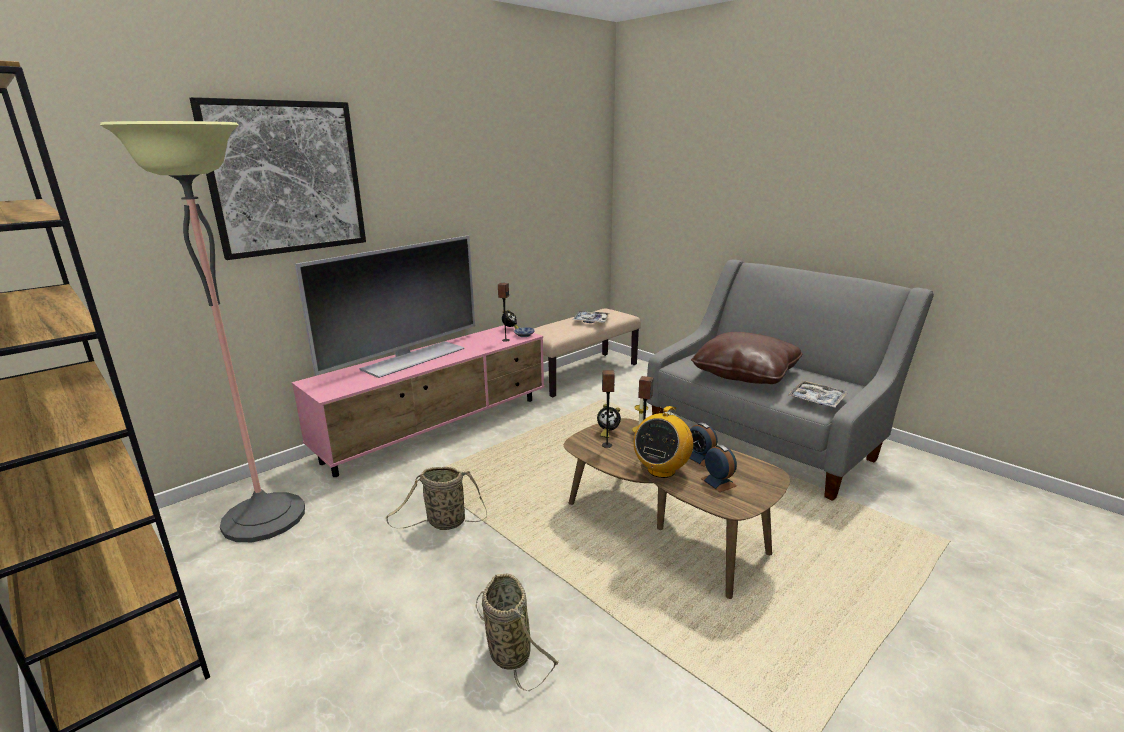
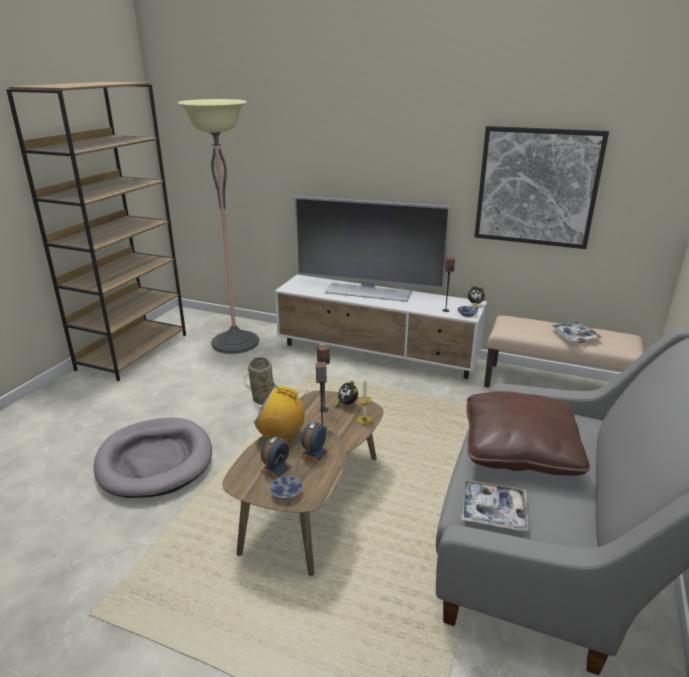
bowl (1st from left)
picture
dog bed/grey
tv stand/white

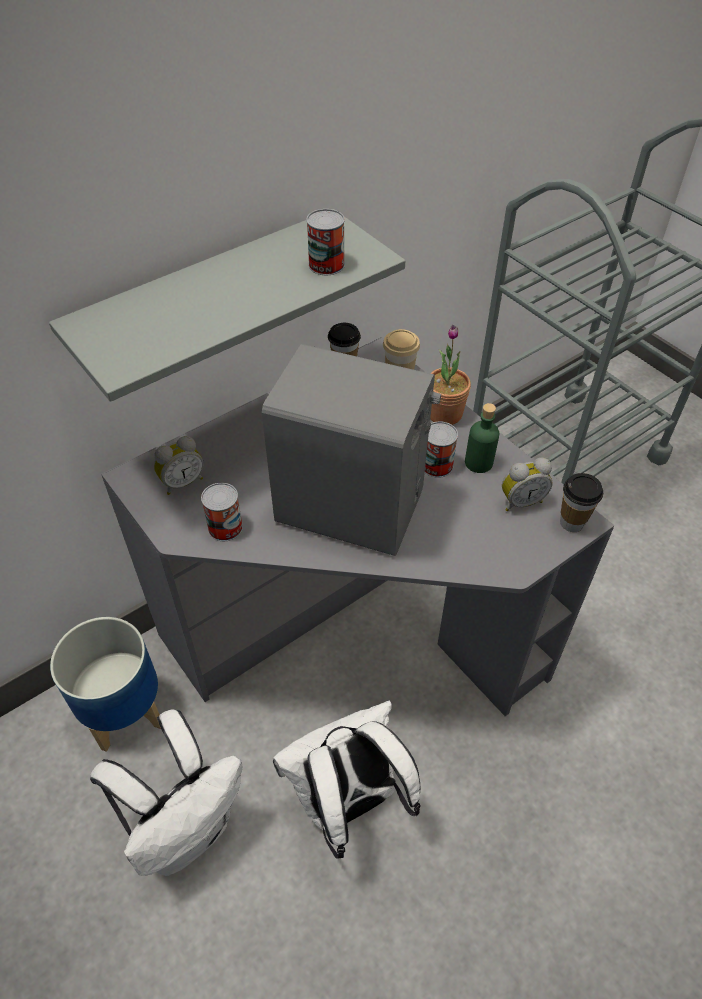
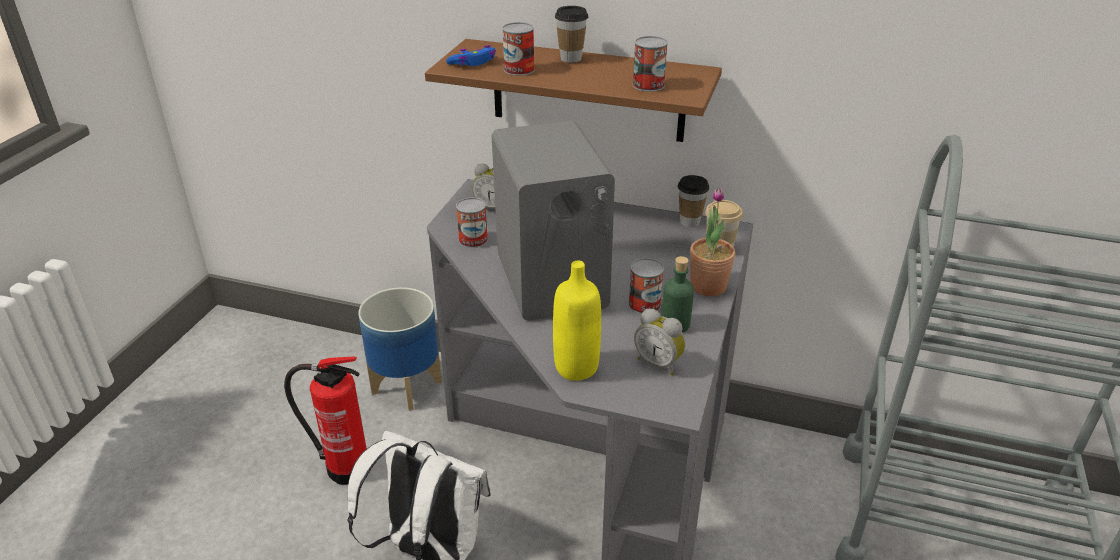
game controller/blue
can (2nd from left)
bottle/yellow
cup (1st from left)
fire extinguisher
shelf/brown

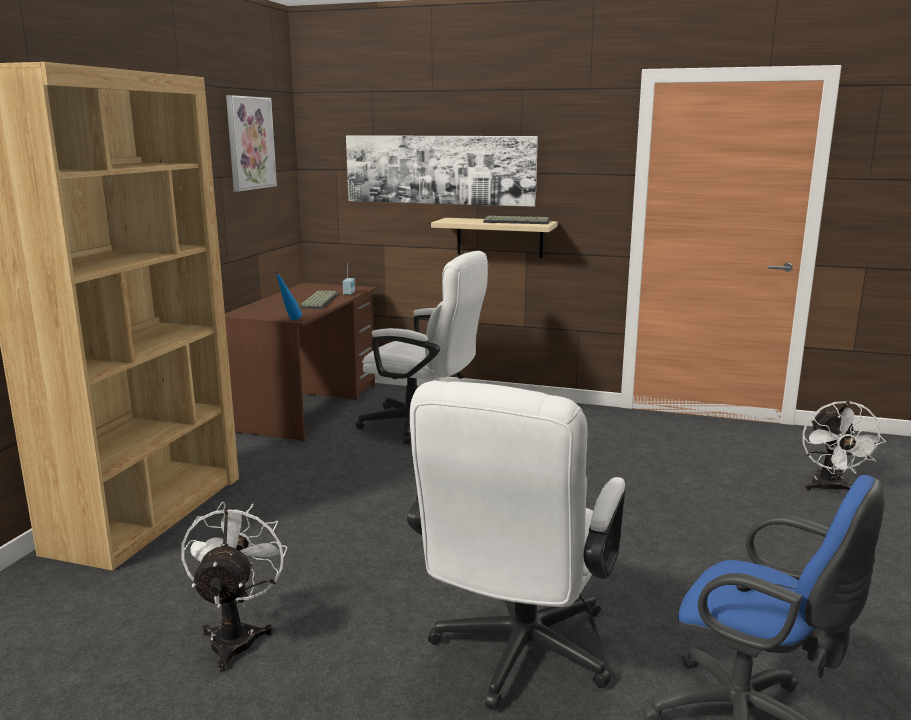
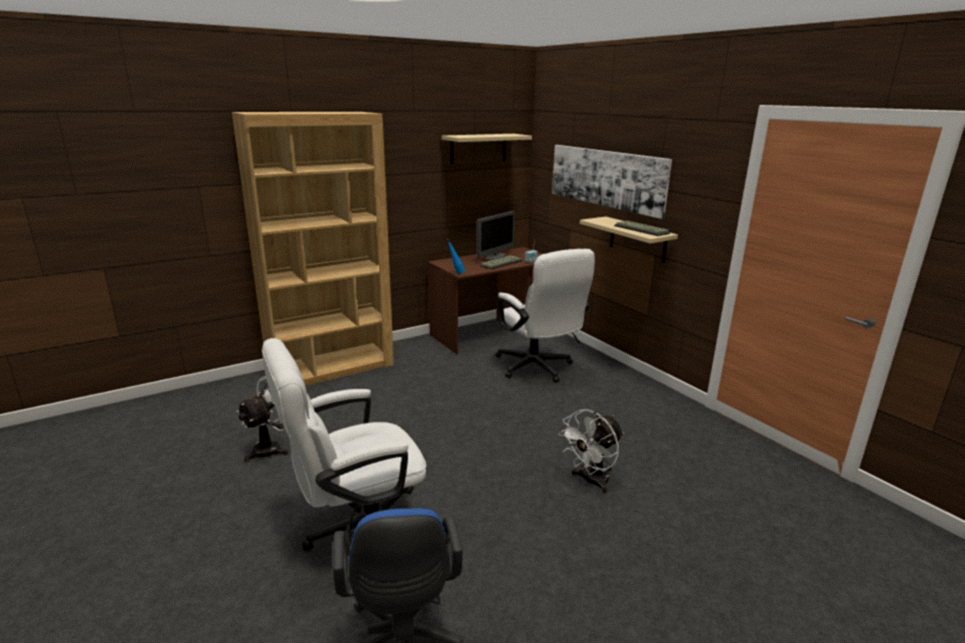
monitor
fan/white (2nd from left)
shelf/beige (1st from left)

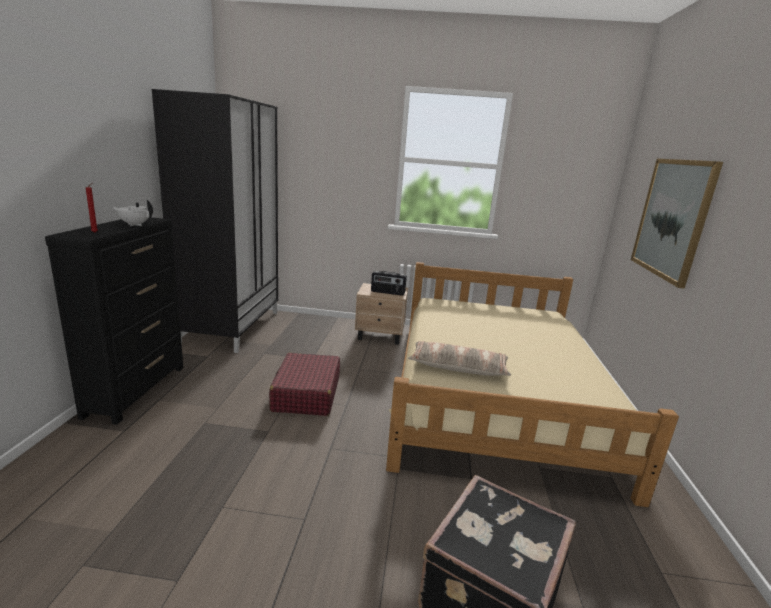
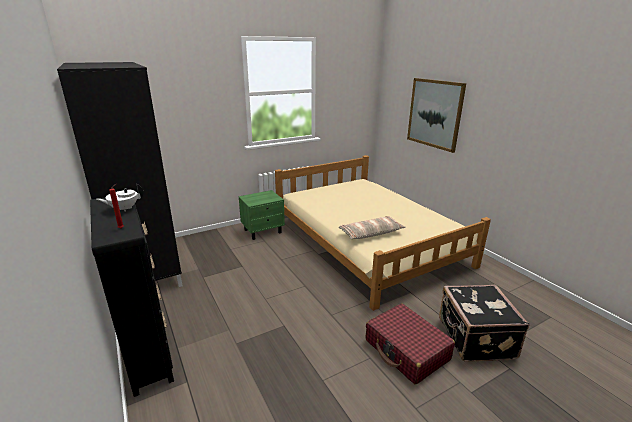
radio
suitcase/red
nightstand/green

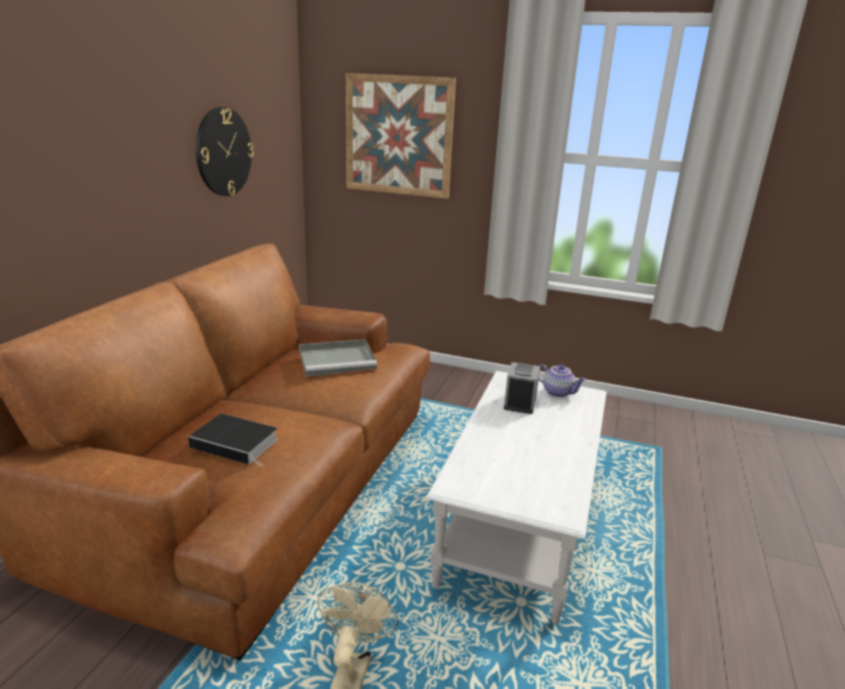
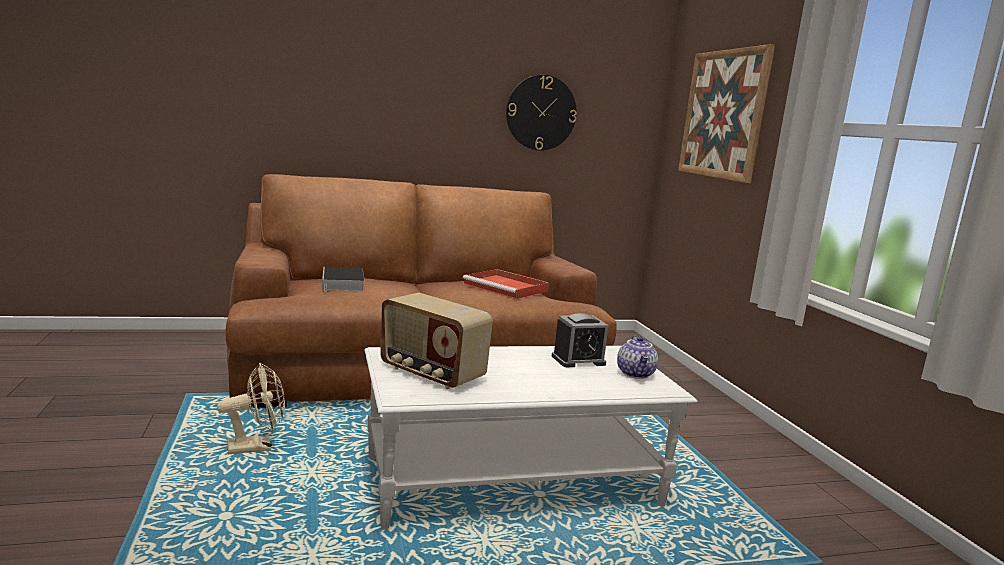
radio
tray/red

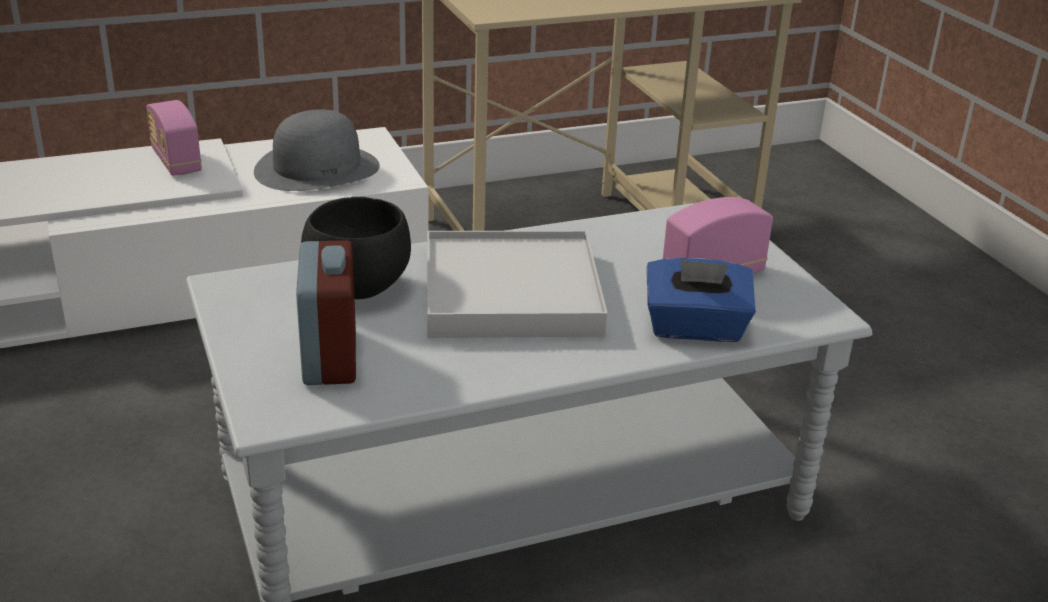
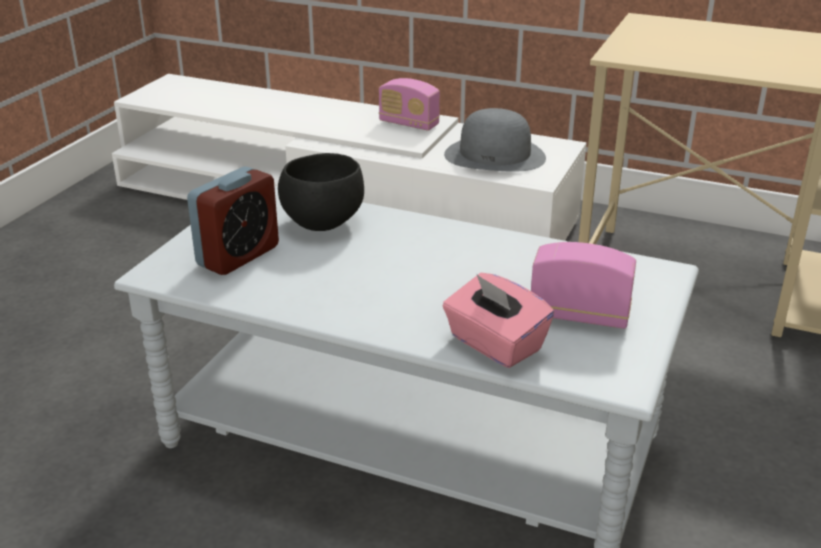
tray/white
tissue box/pink
radio (1st from left)

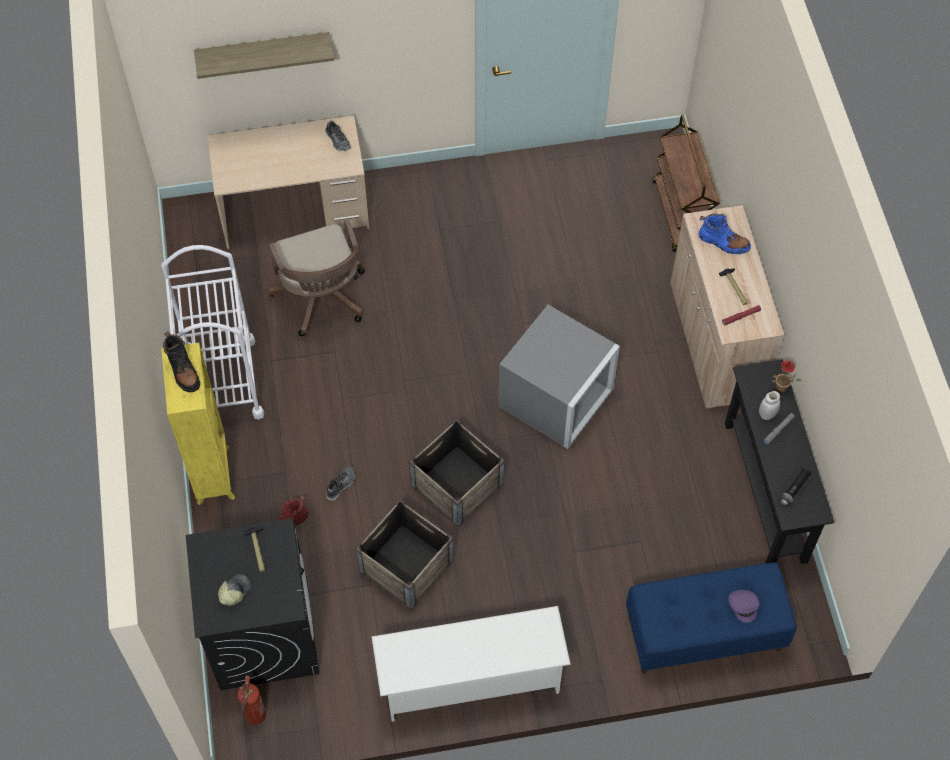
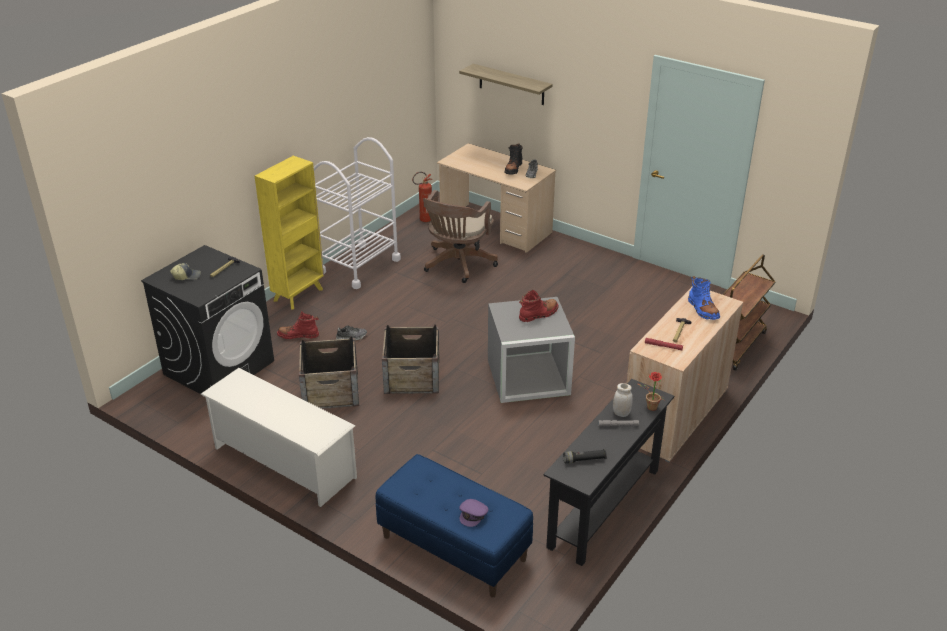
boot/red (2nd from left)
boot/black
fire extinguisher

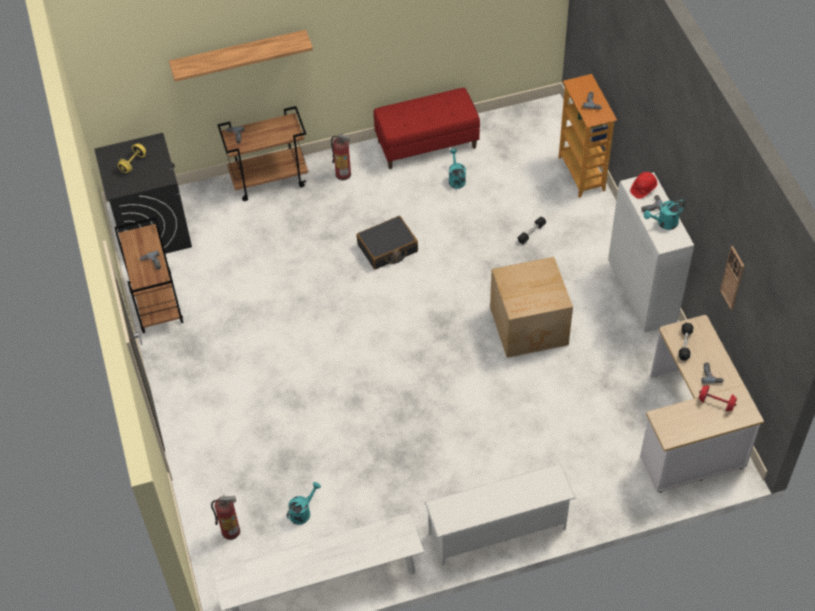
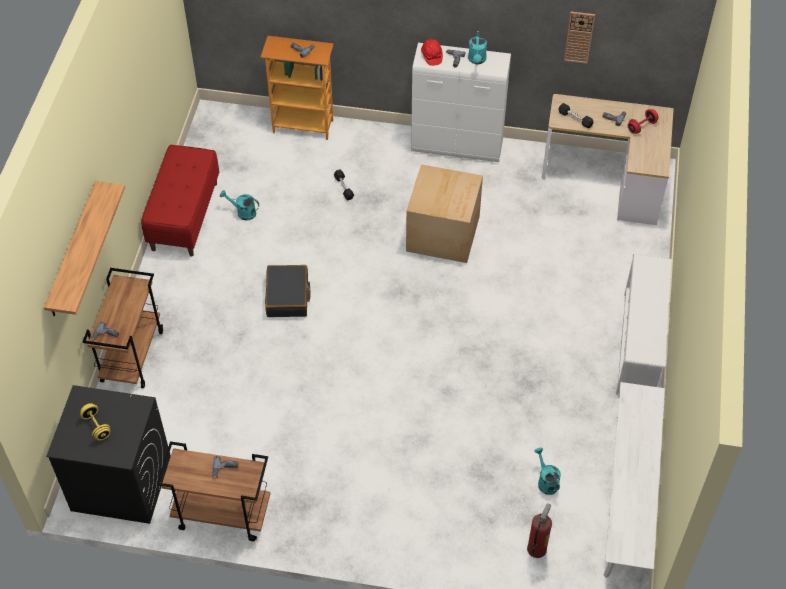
fire extinguisher (2nd from left in the first image)

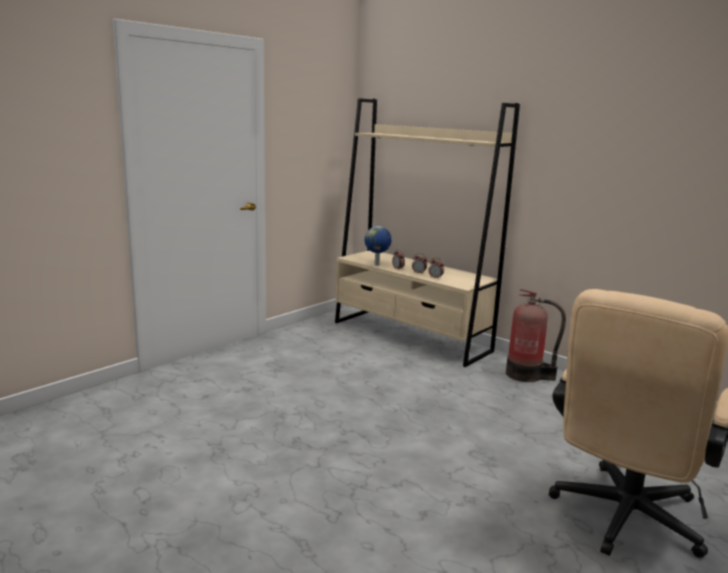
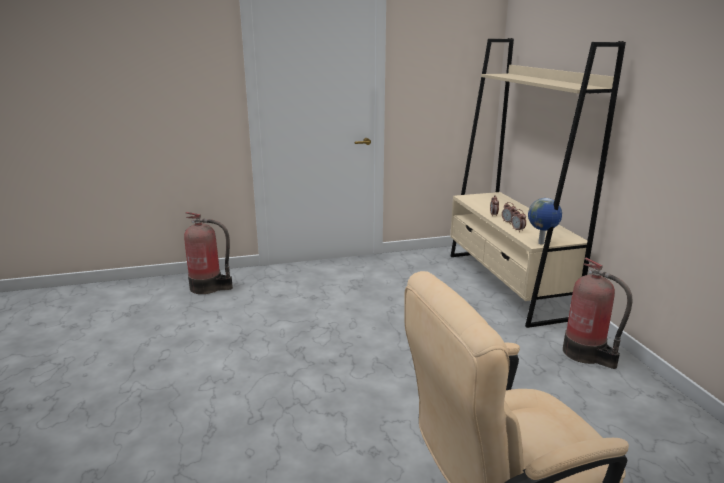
fire extinguisher (1st from left)
globe

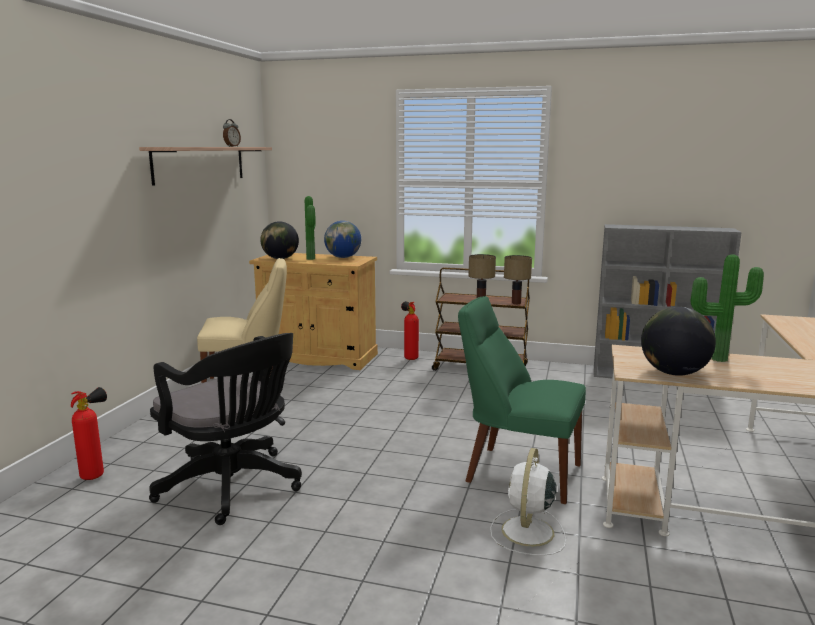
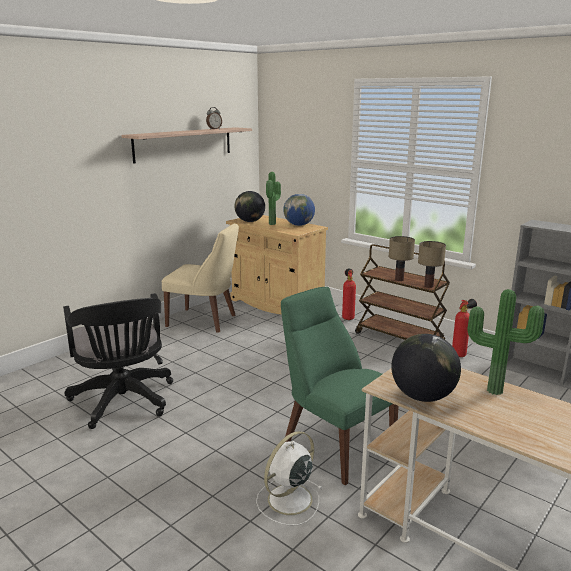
fire extinguisher (2nd from left)

